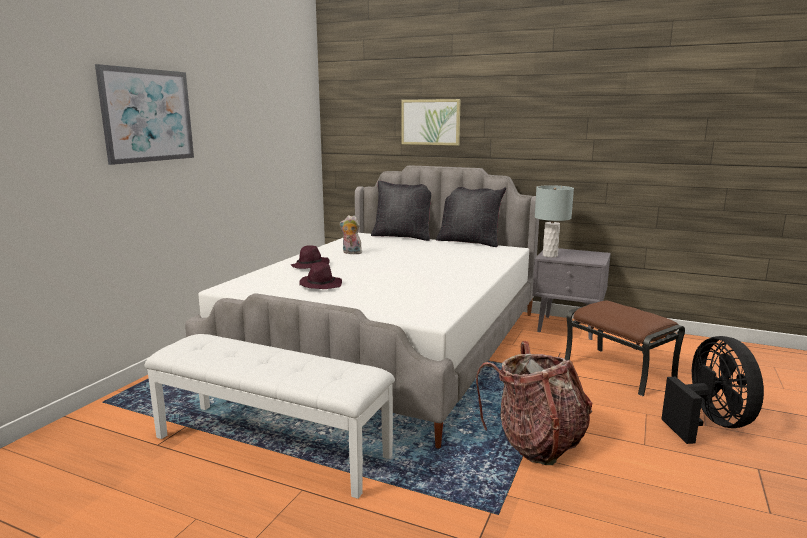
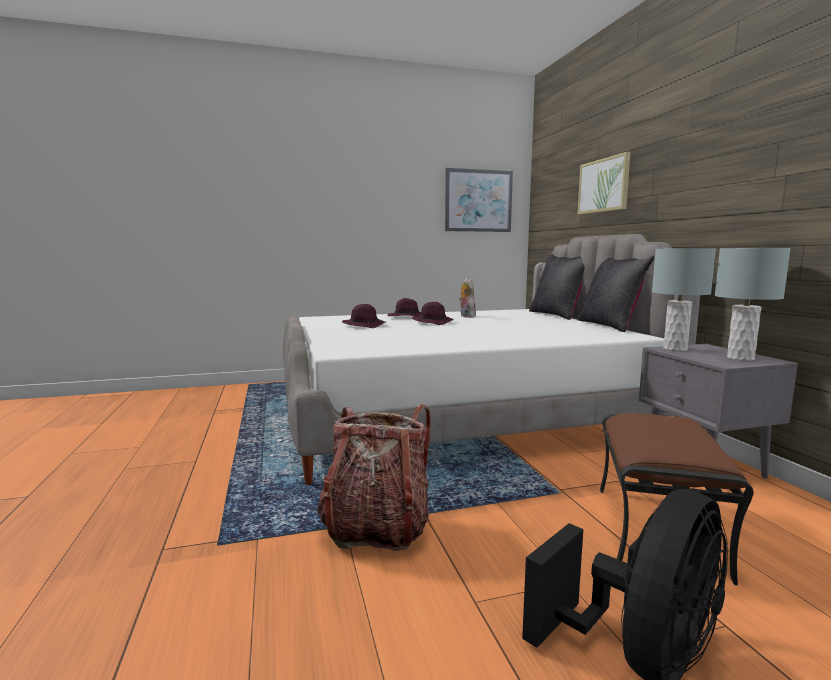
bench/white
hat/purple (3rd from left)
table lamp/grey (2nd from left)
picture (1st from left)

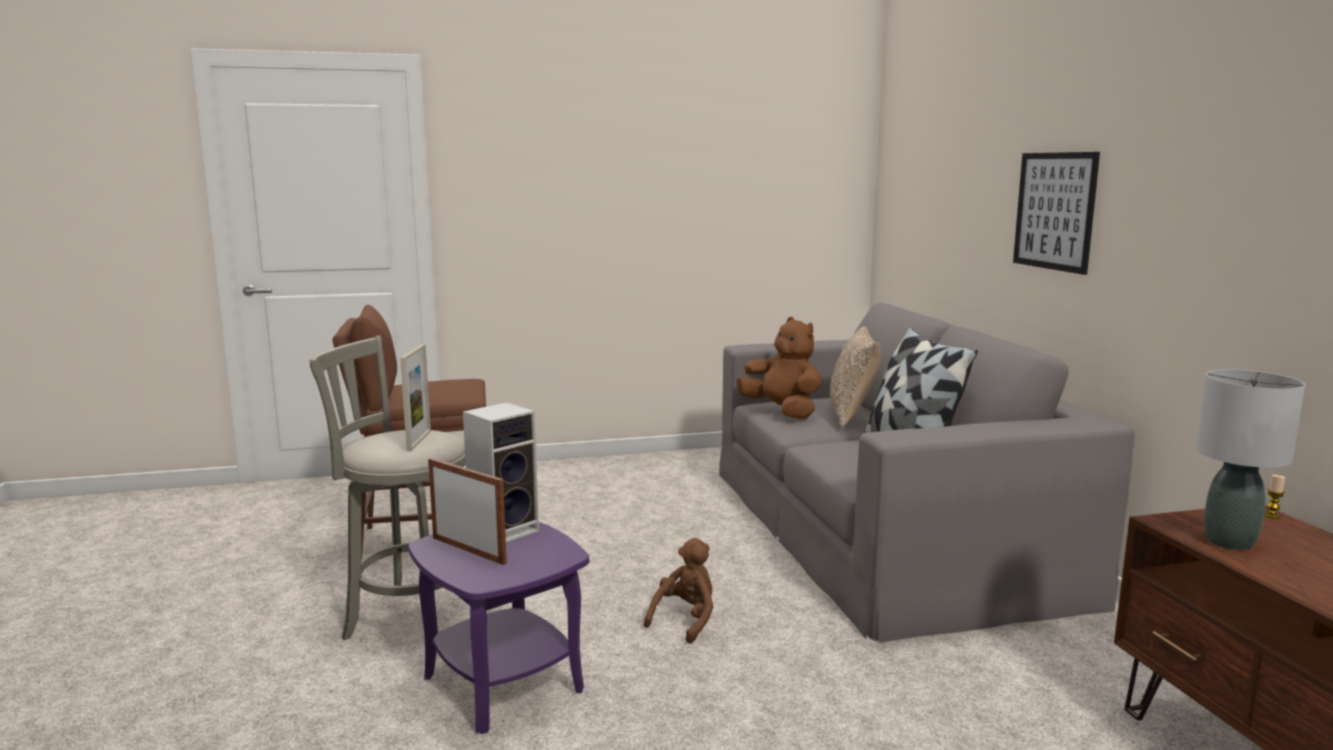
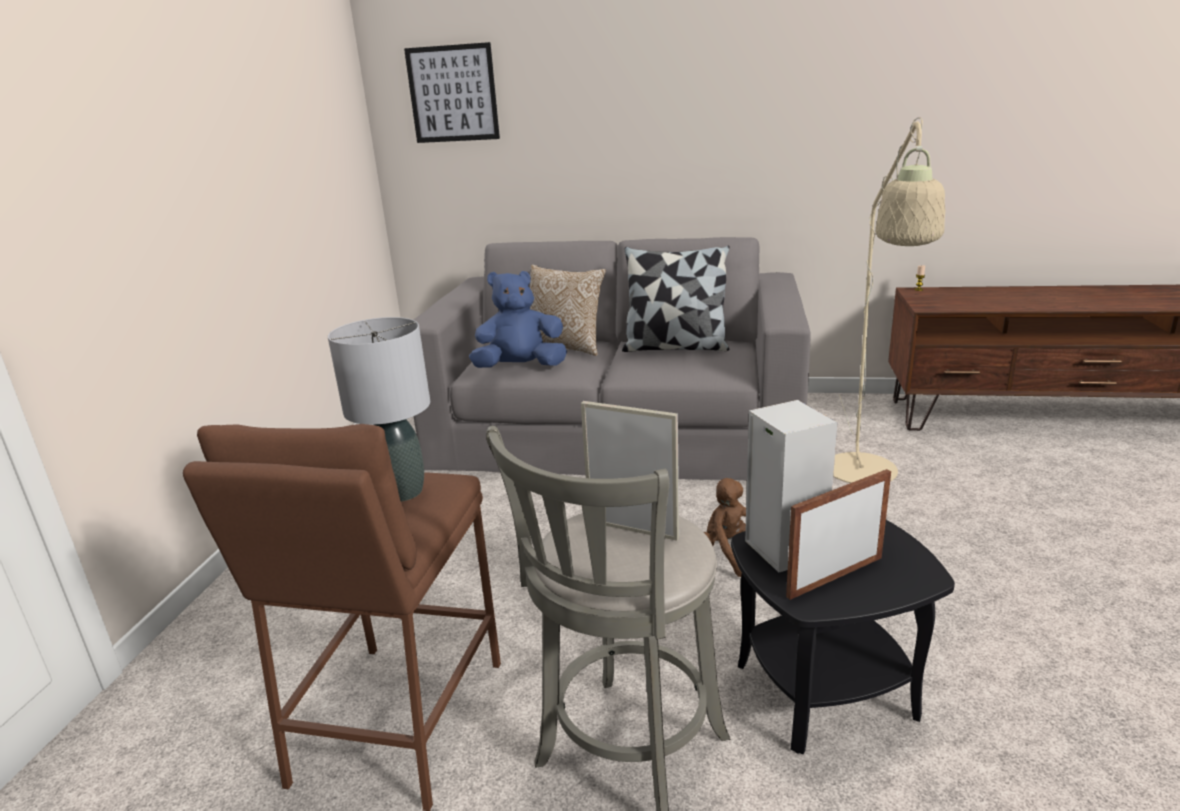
floor lamp/beige
picture
table lamp/grey
side table/black
plush toy/blue

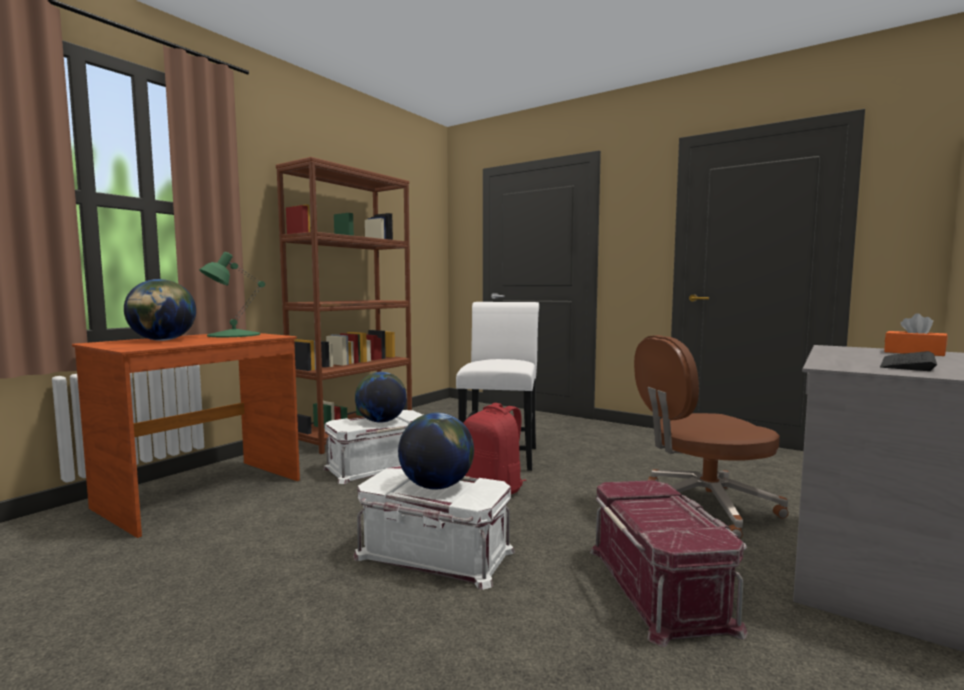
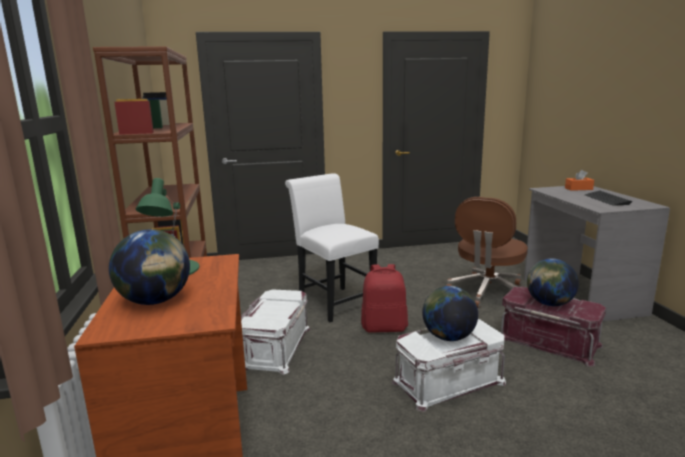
globe (3rd from left)

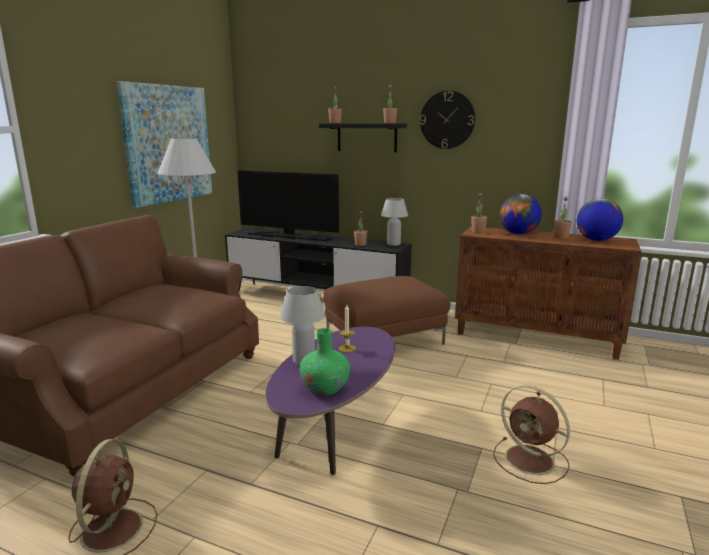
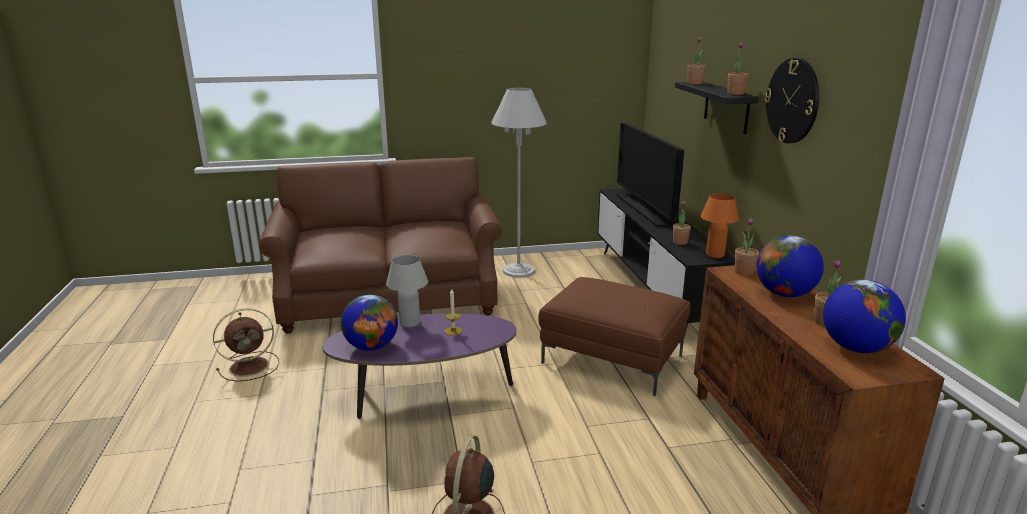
picture
globe (1st from left)
table lamp/orange

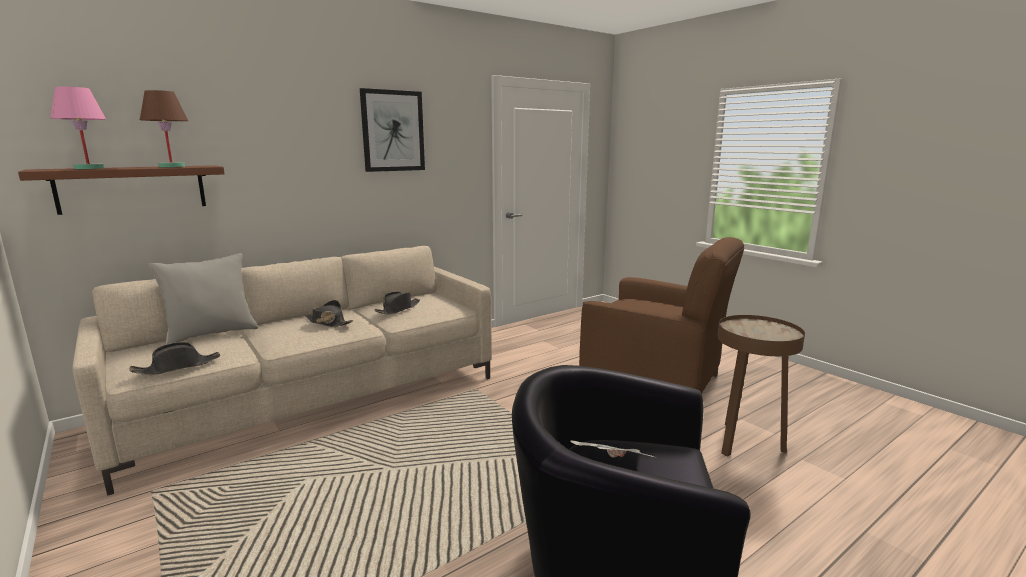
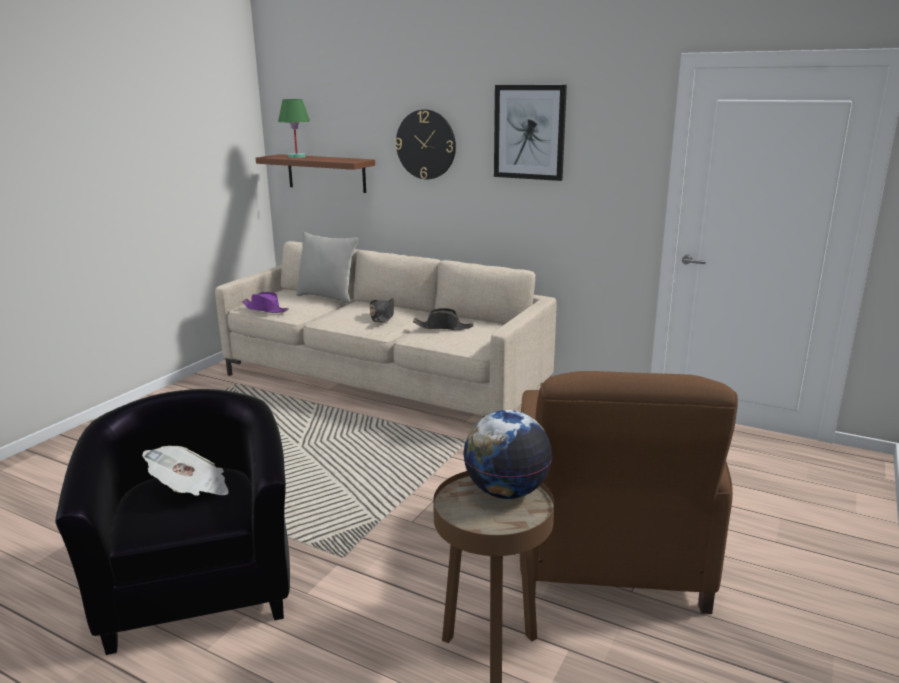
table lamp/brown
wall clock
globe
table lamp/green
hat/purple

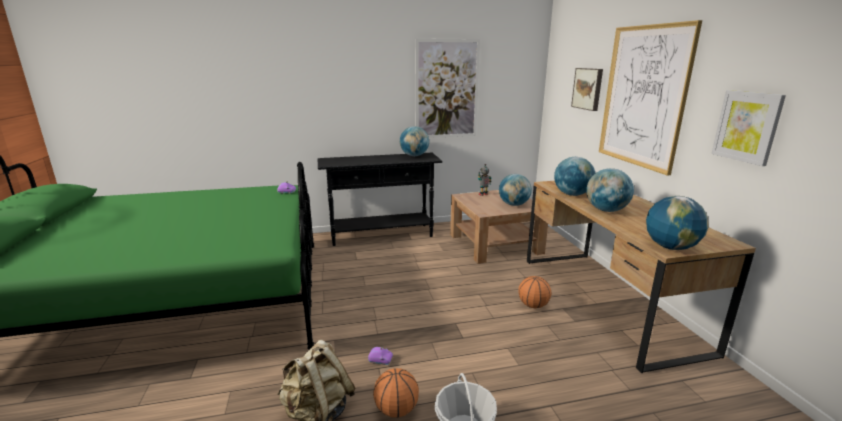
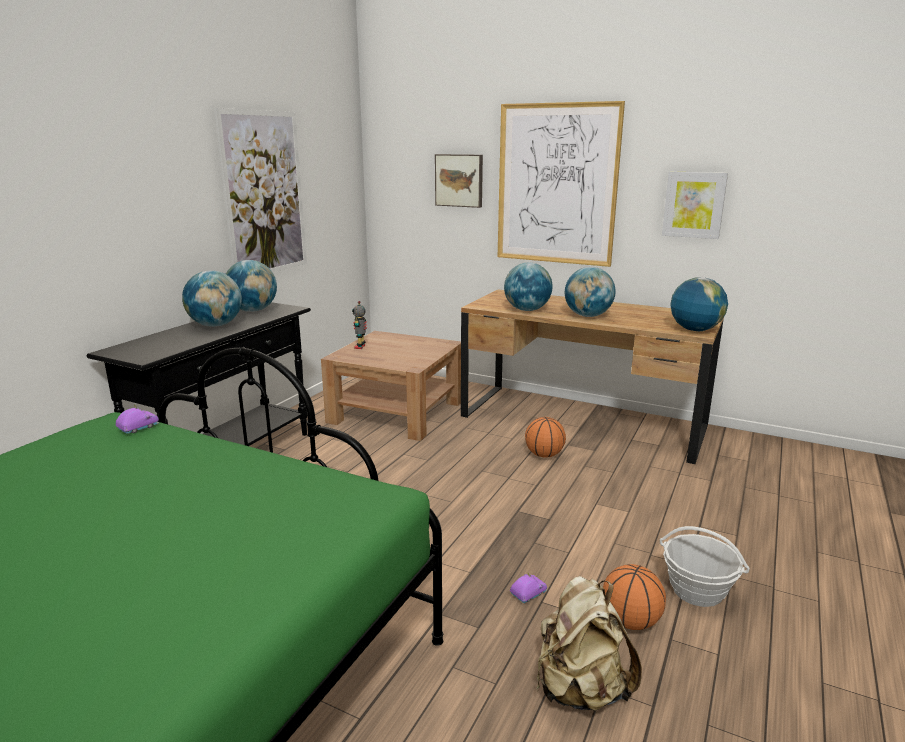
globe (1st from left)

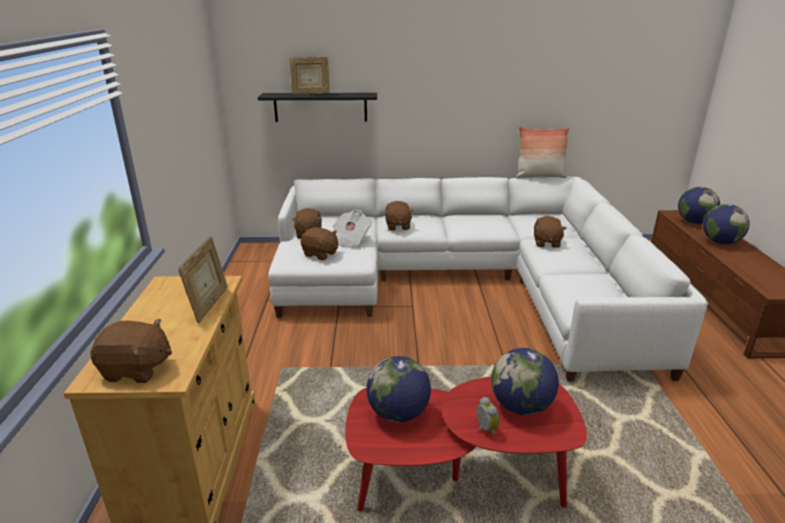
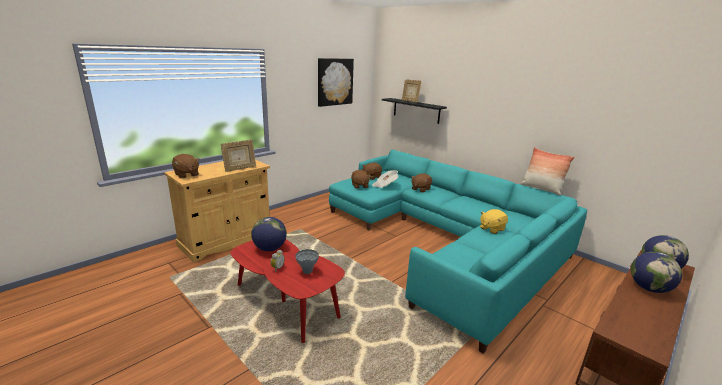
picture
vase/grey
sofa/turquoise
plush toy/yellow

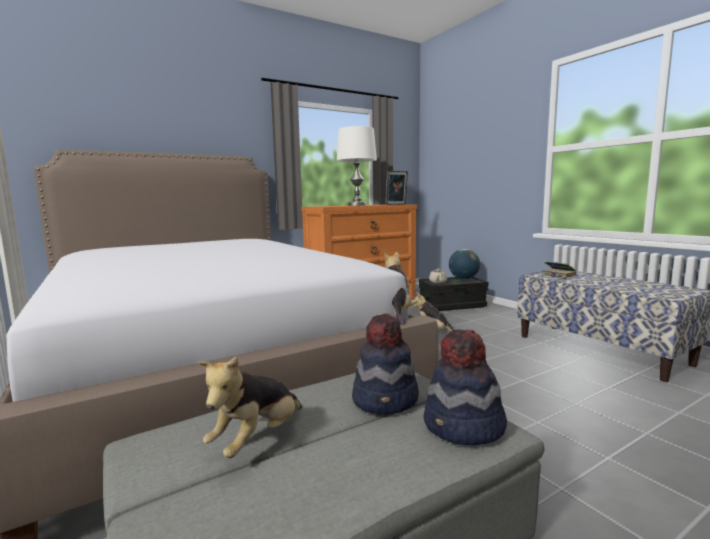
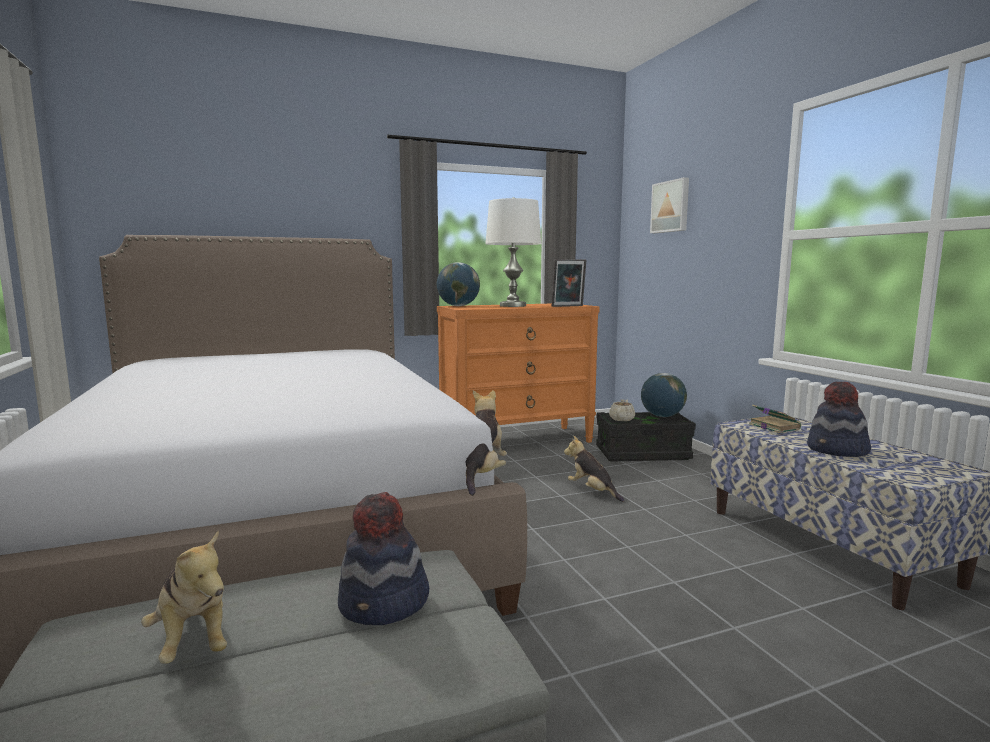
globe (1st from left)
picture
hat (2nd from left)
plush toy (1st from left)

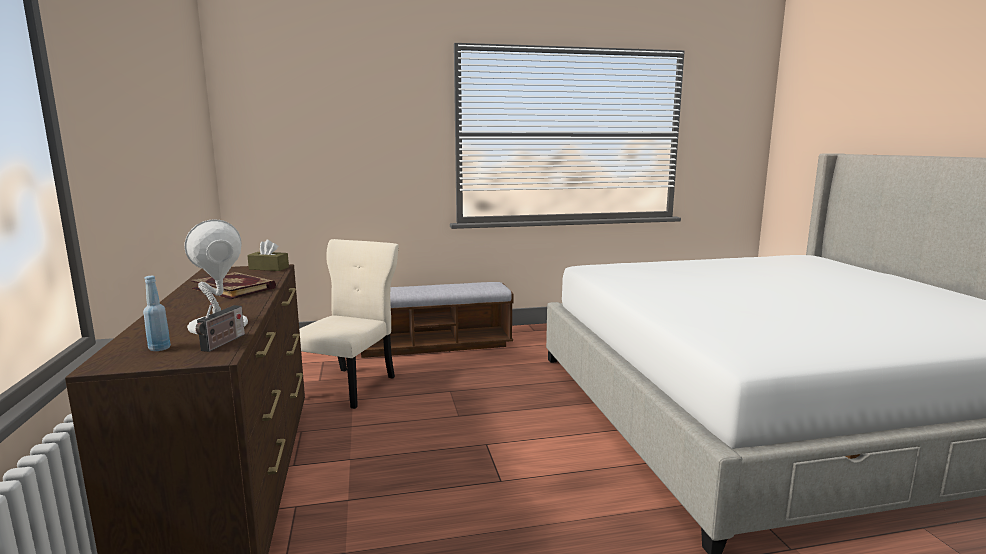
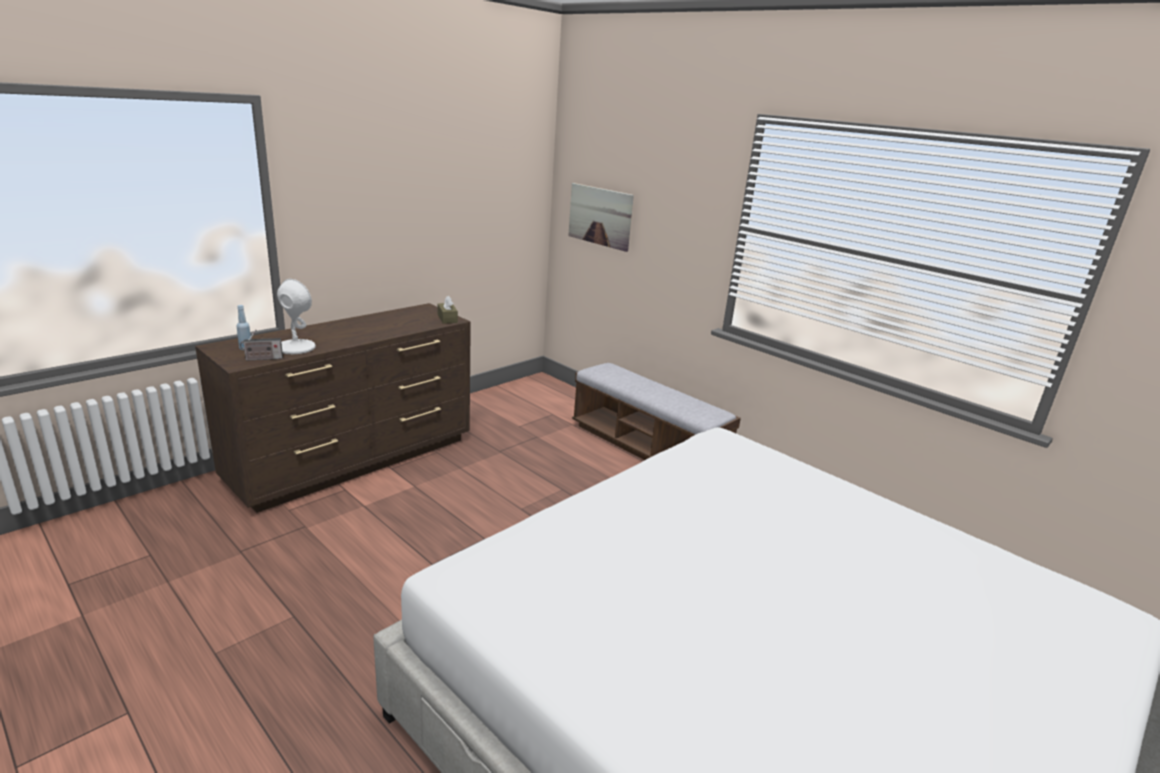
book
chair/beige
picture

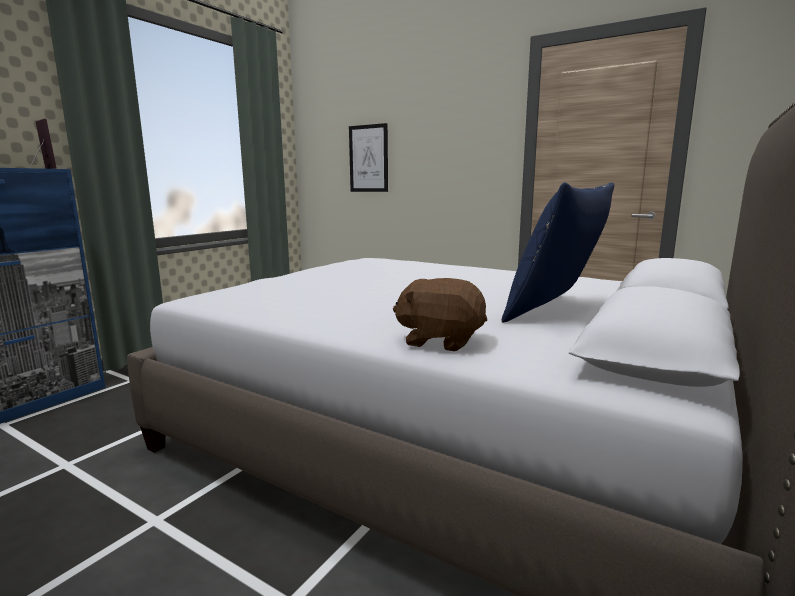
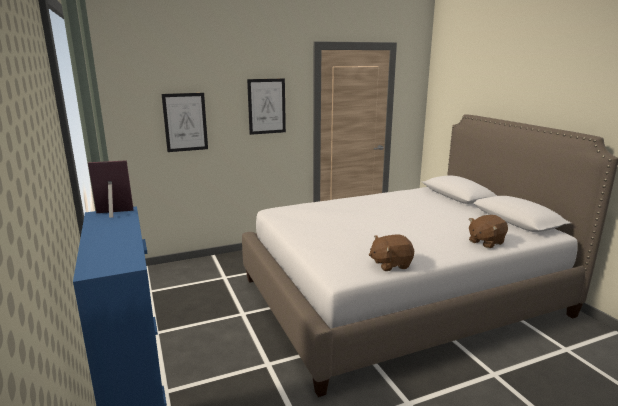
pillow/blue
picture (2nd from left)
plush toy/brown (1st from left)

